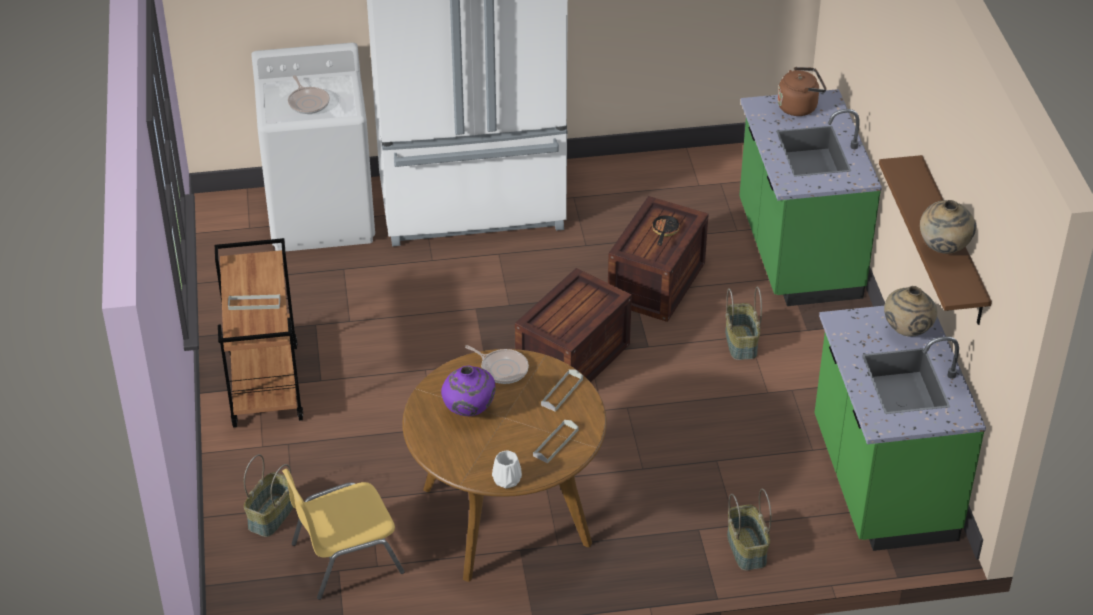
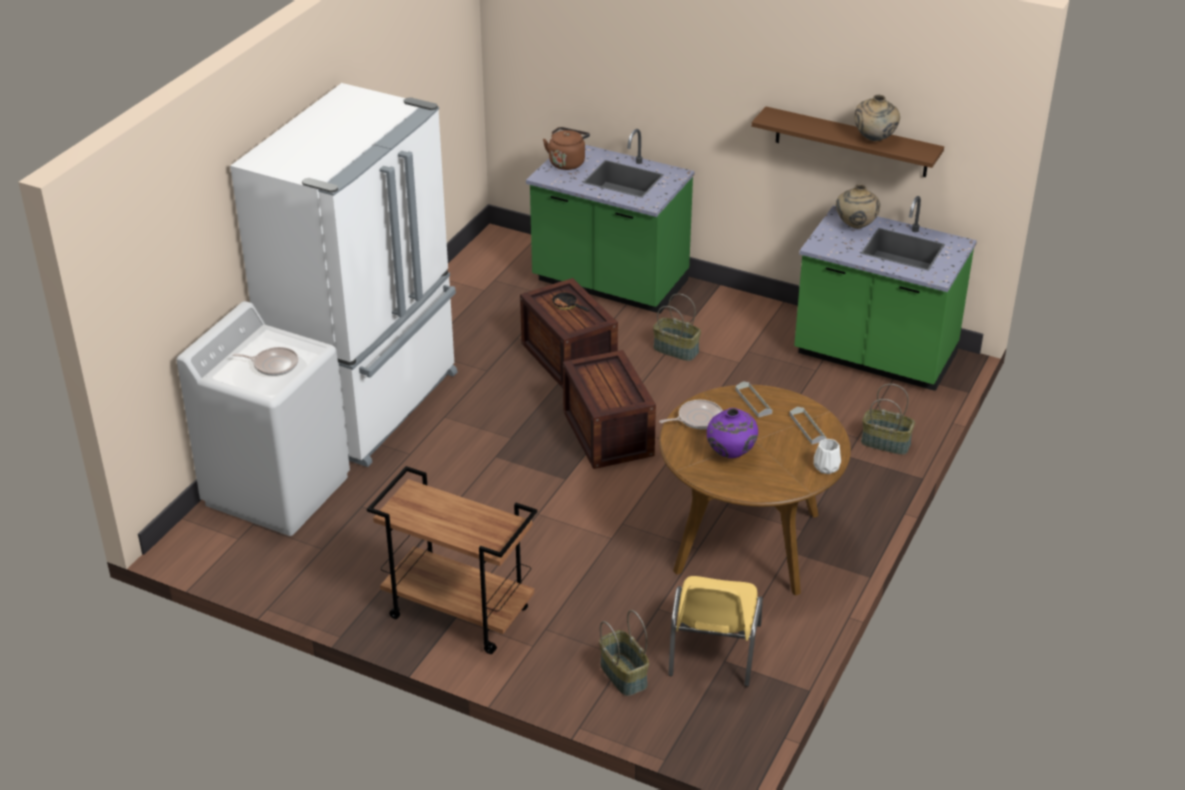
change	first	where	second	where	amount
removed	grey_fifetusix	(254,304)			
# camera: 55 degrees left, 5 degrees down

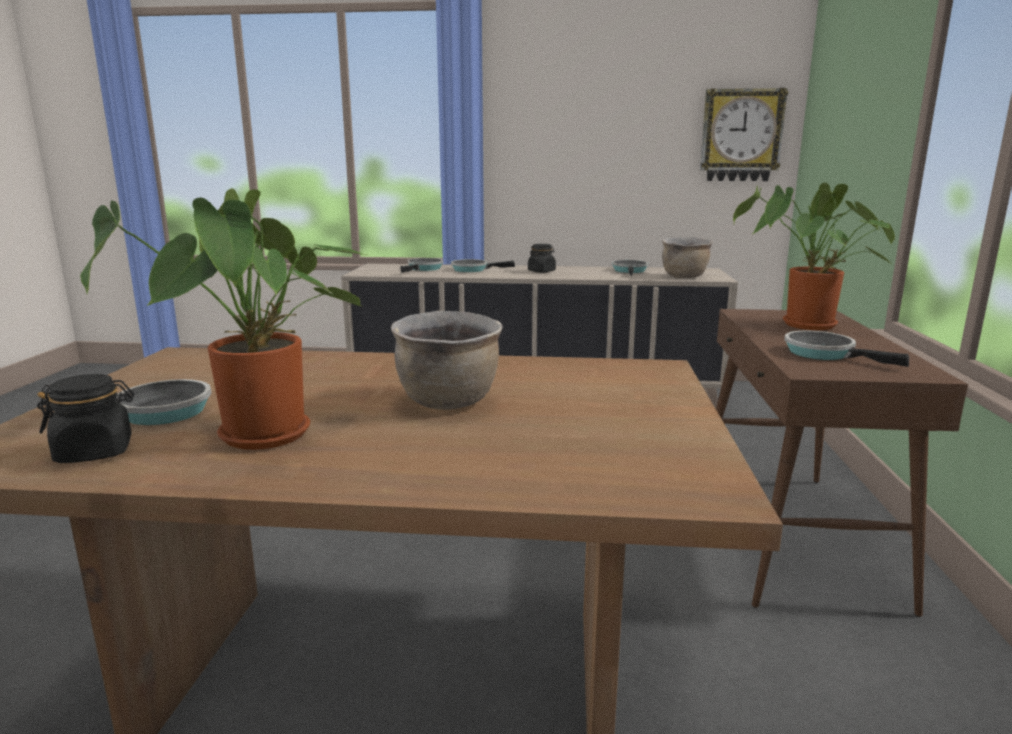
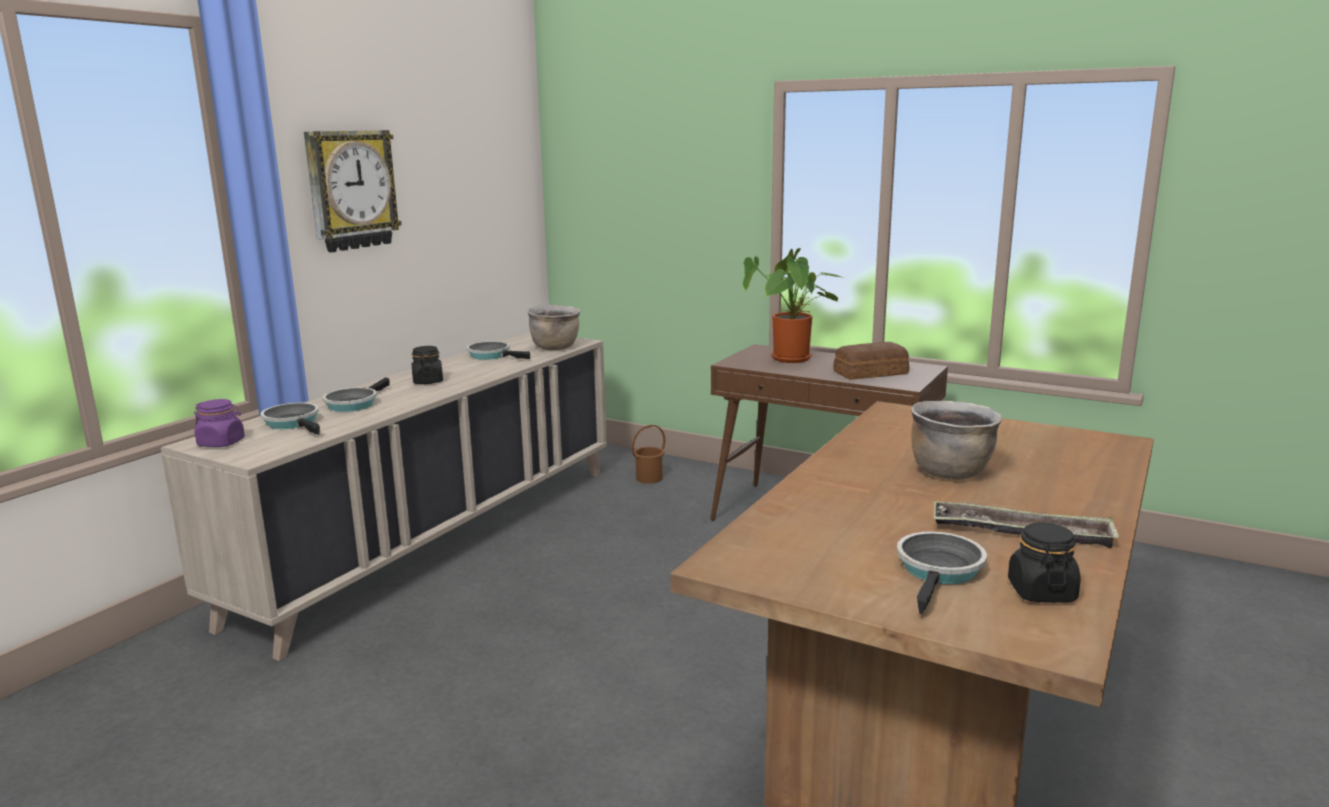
change	first	where	second	where	amount
added			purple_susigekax	(221,443)	
added			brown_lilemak	(649,478)	
moved	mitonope	(741,135)		(351,190)	
replaced	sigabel	(264,439)	fifetusix	(1021,532)	
replaced	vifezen	(824,354)	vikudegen	(869,373)	
# camera: 65 degrees left, 0 degrees up

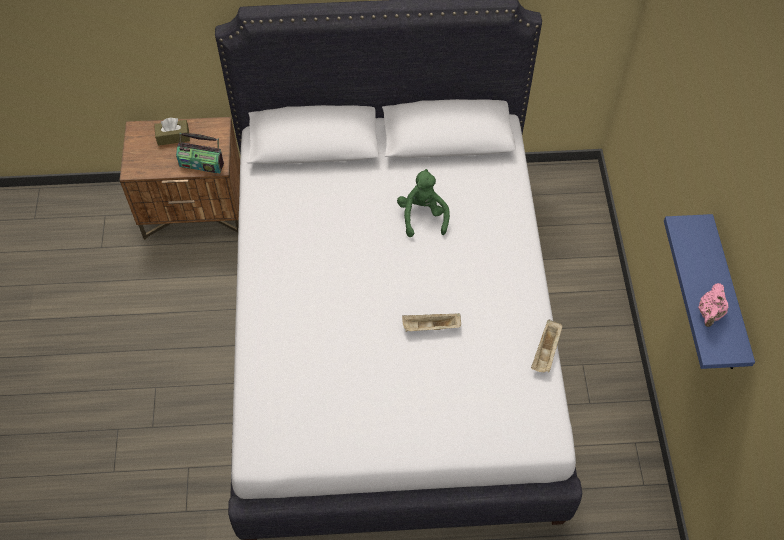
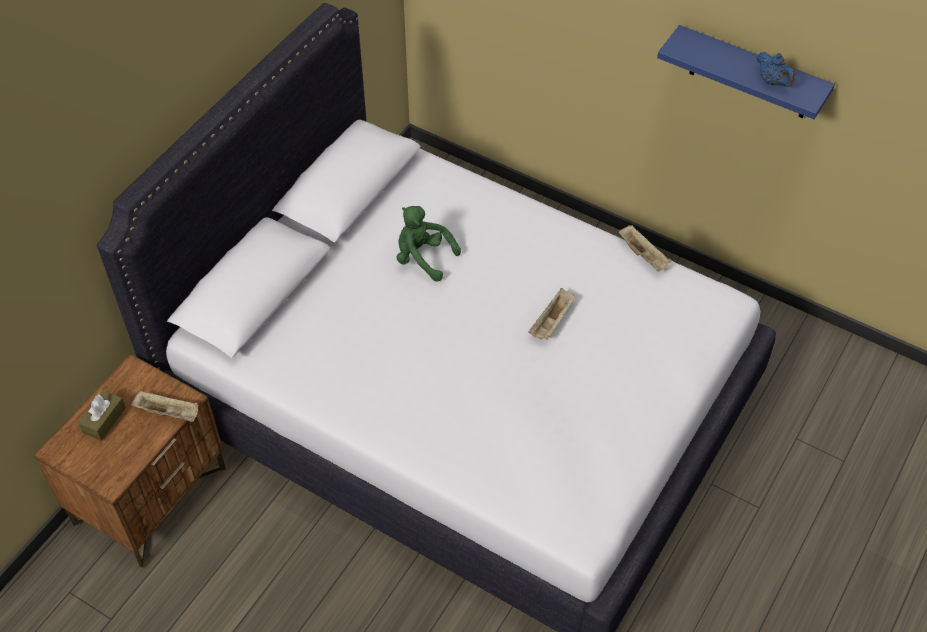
change	first	where	second	where	amount
replaced	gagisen	(202,164)	beige_fifetusix	(169,412)	
recoloured	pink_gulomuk	(709,313)	blue_gulomuk	(772,82)	
# camera: 55 degrees left, 5 degrees down

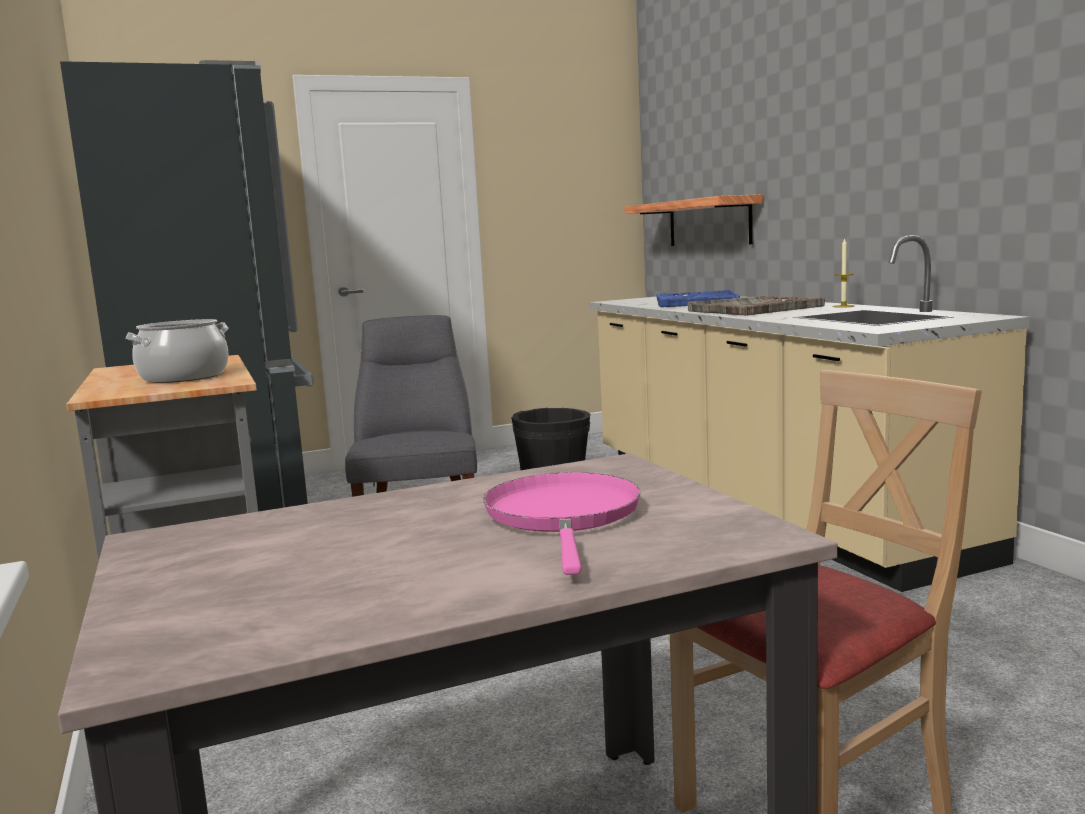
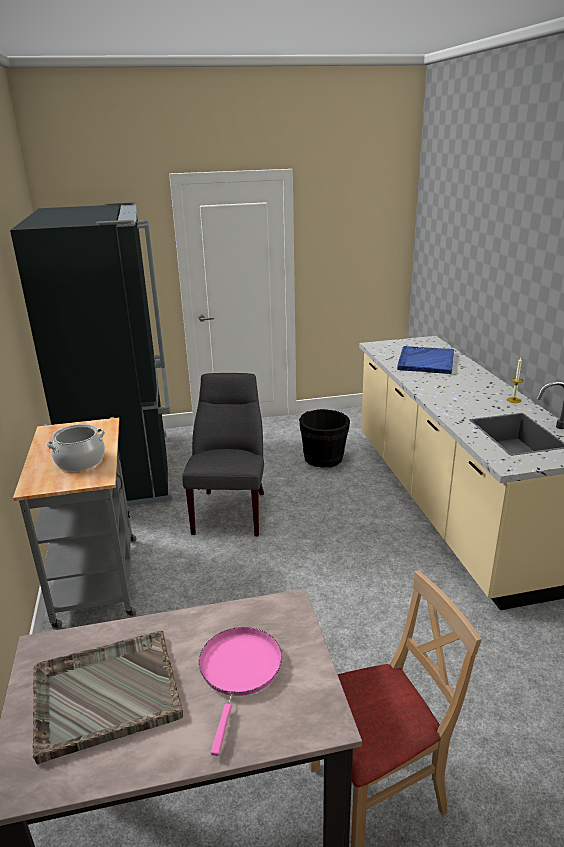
change	first	where	second	where	amount
removed	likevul	(709,222)			
moved	grey_fifetusix	(753,309)		(104,694)	
# camera: 10 degrees right, 15 degrees up

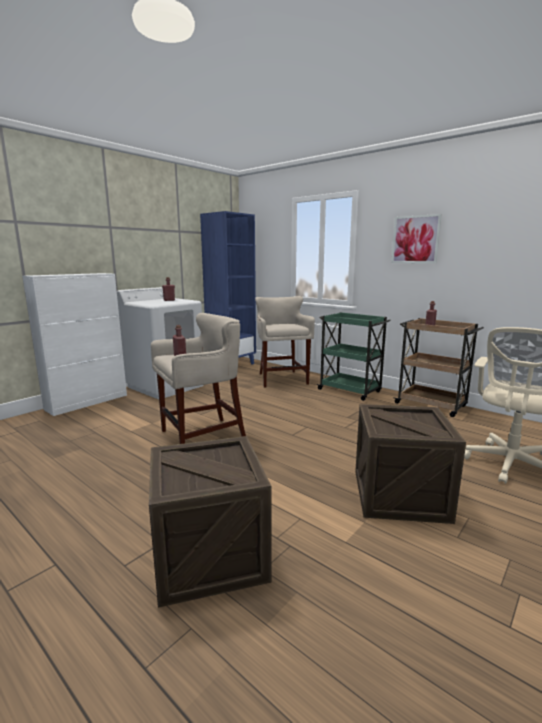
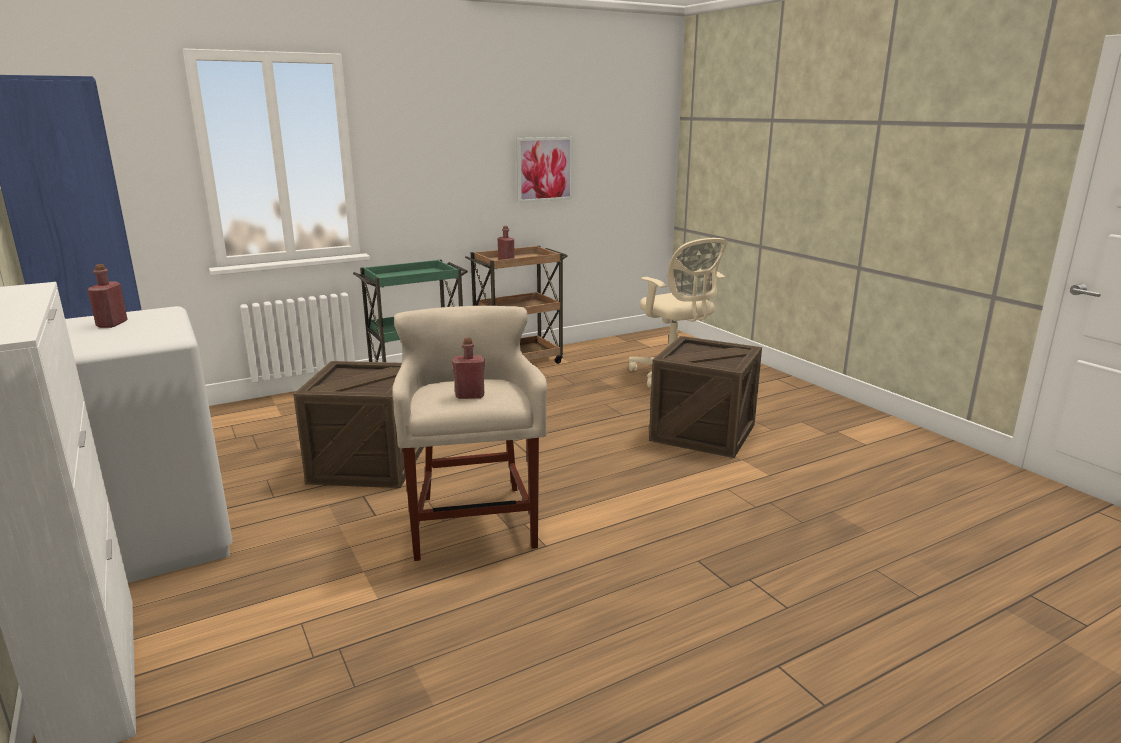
change	first	where	second	where	amount
removed	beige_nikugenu	(281,379)			
moved	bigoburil	(209,554)		(368,463)	
moved	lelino	(415,239)		(544,169)	
# camera: 70 degrees left, 5 degrees up

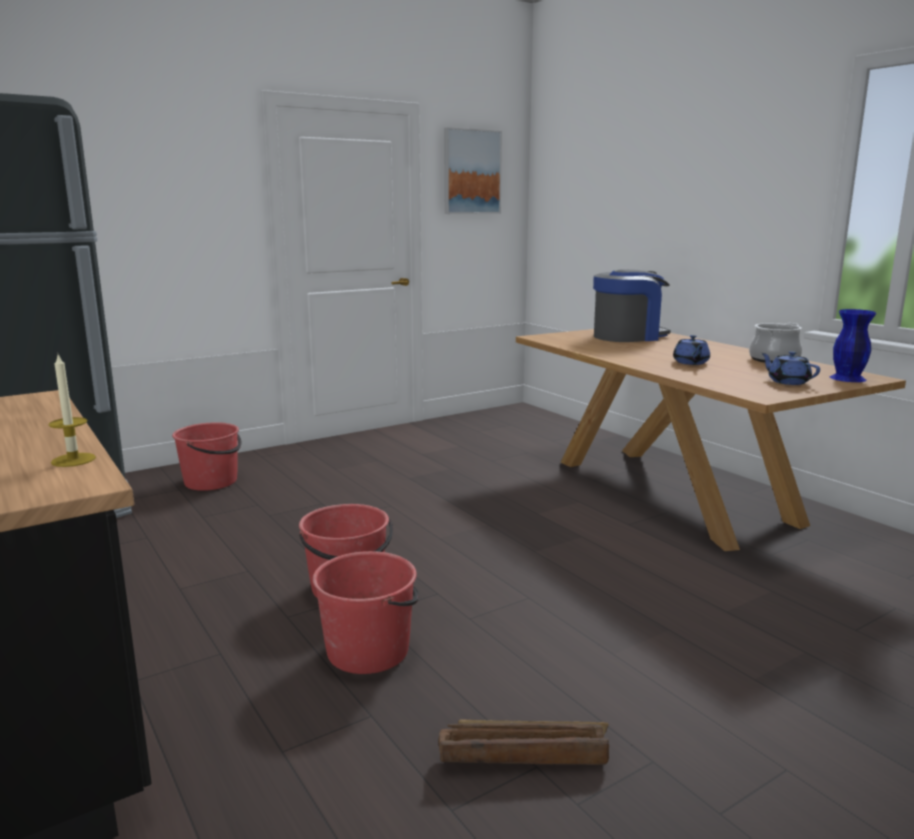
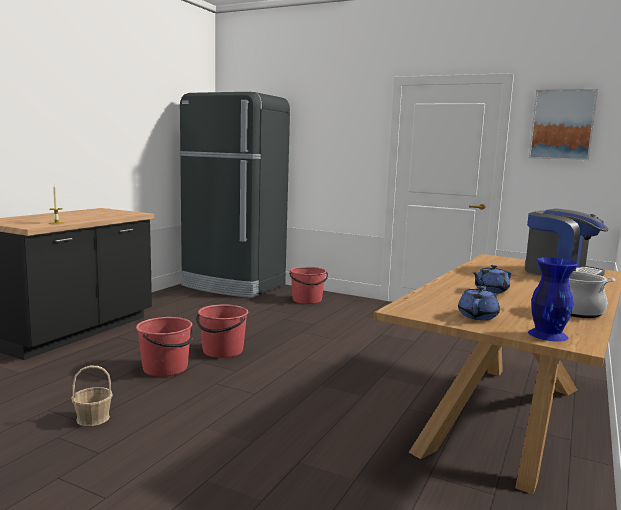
change	first	where	second	where	amount
replaced	bigoburil	(523,755)	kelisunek	(92,418)	
# camera: 60 degrees right, 5 degrees down

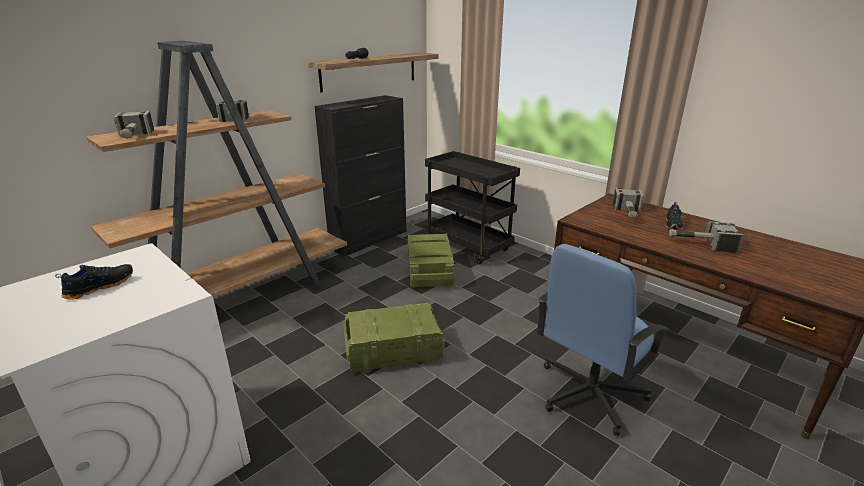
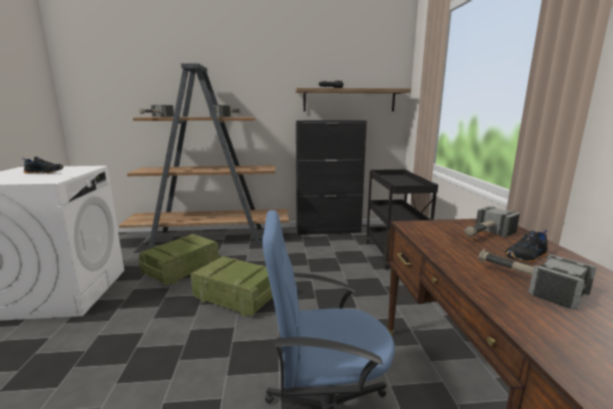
change	first	where	second	where	amount
moved	bigoburil	(429,271)		(183,269)	
# camera: 40 degrees right, 10 degrees down

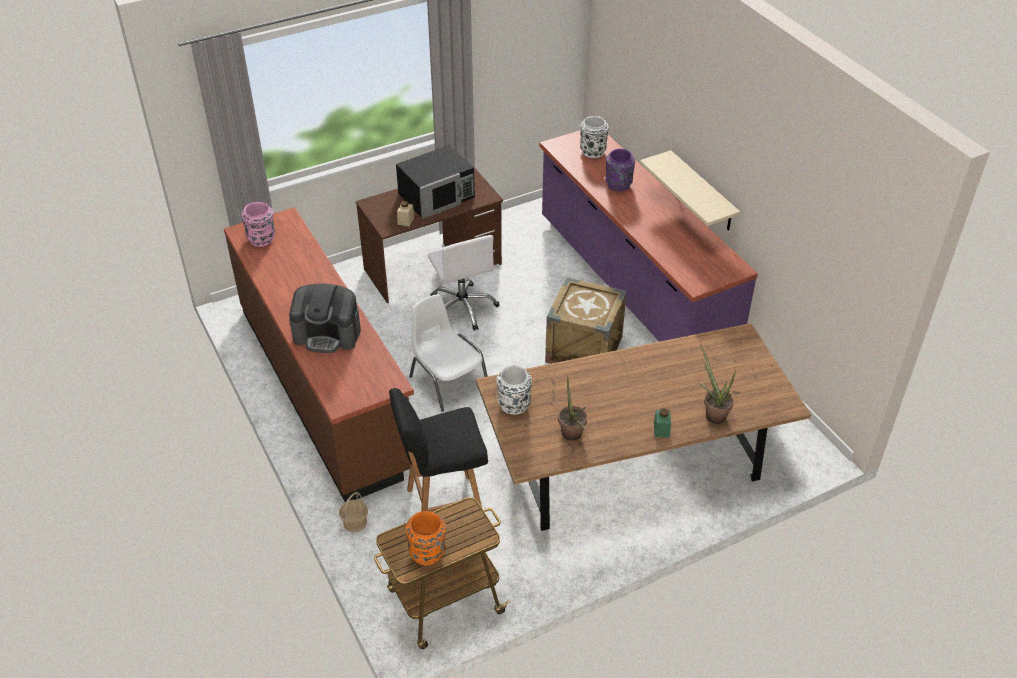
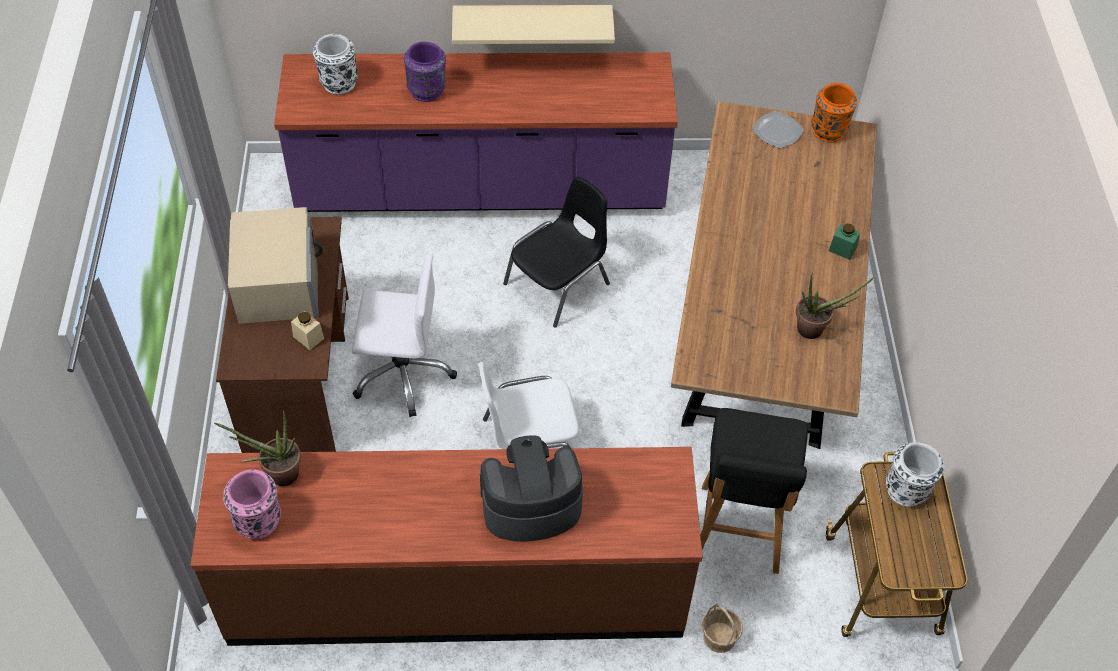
change	first	where	second	where	amount
added			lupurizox	(777,131)	
moved	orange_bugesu	(427,553)		(829,130)	
moved	white_bugesu	(514,405)		(907,490)	
moved	sigabel	(712,413)		(277,475)	
replaced	bigoburil	(584,349)	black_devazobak	(559,284)	
recoloured	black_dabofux	(437,195)	beige_dabofux	(278,282)	
turned	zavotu	(328,334)		(530,505)	135 degrees counterclockwise
# camera: 65 degrees left, 10 degrees up

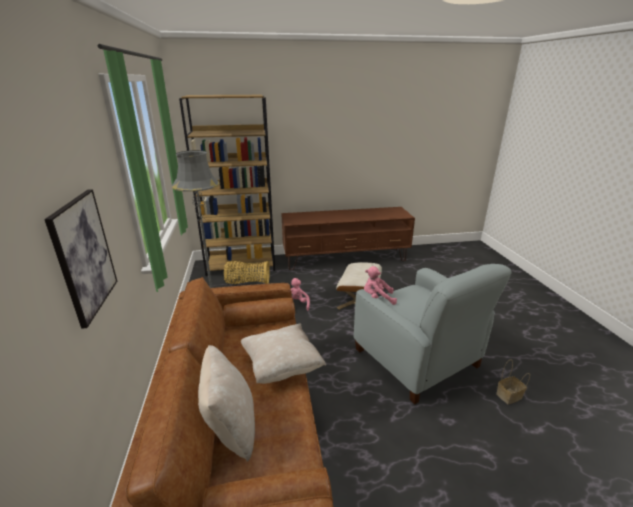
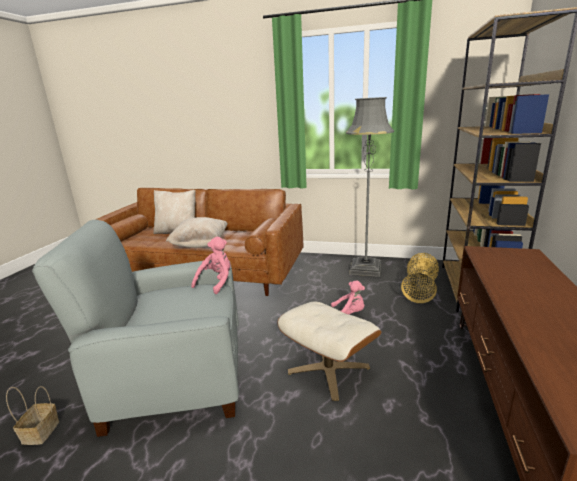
change	first	where	second	where	amount
removed	lelino	(84,256)			
# camera: 115 degrees right, 5 degrees down

